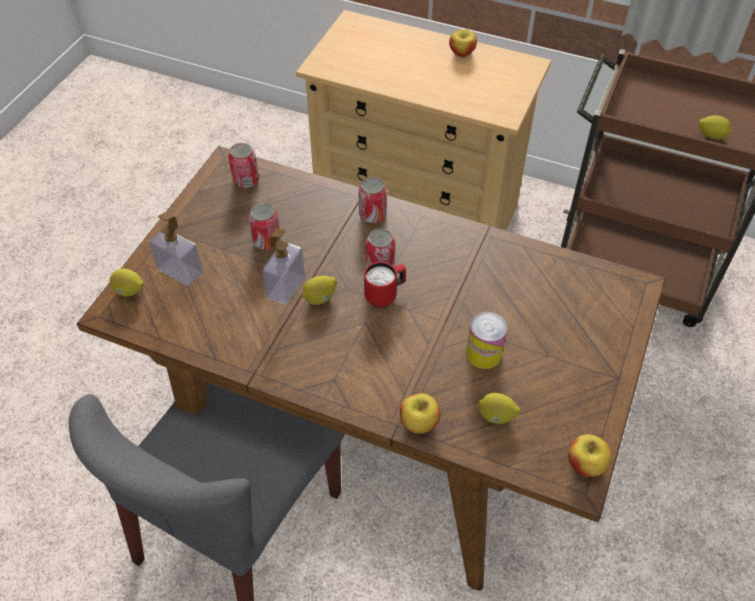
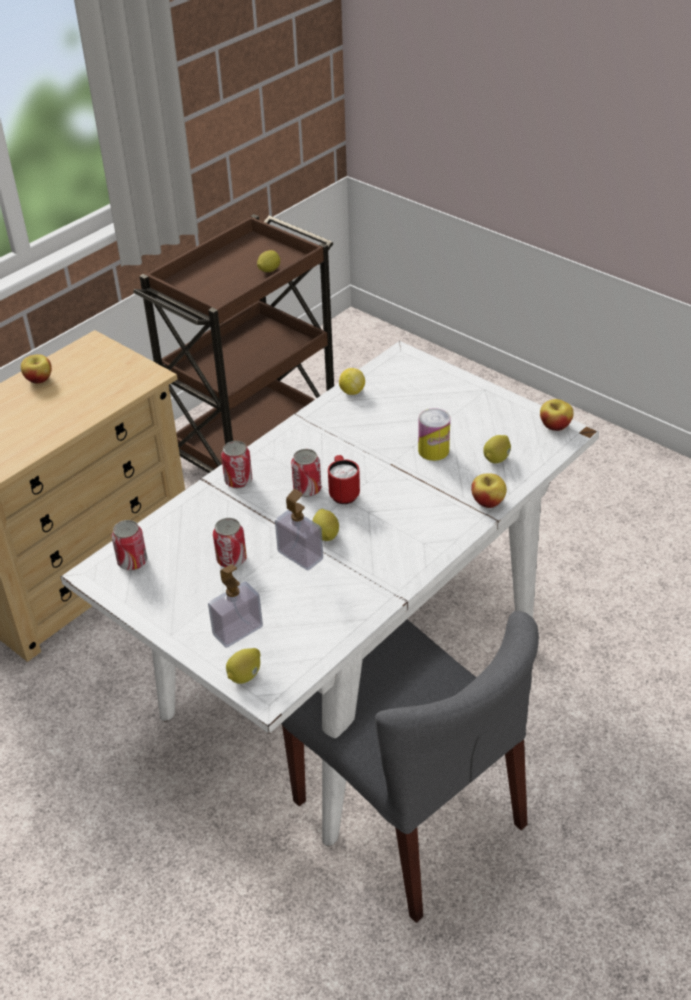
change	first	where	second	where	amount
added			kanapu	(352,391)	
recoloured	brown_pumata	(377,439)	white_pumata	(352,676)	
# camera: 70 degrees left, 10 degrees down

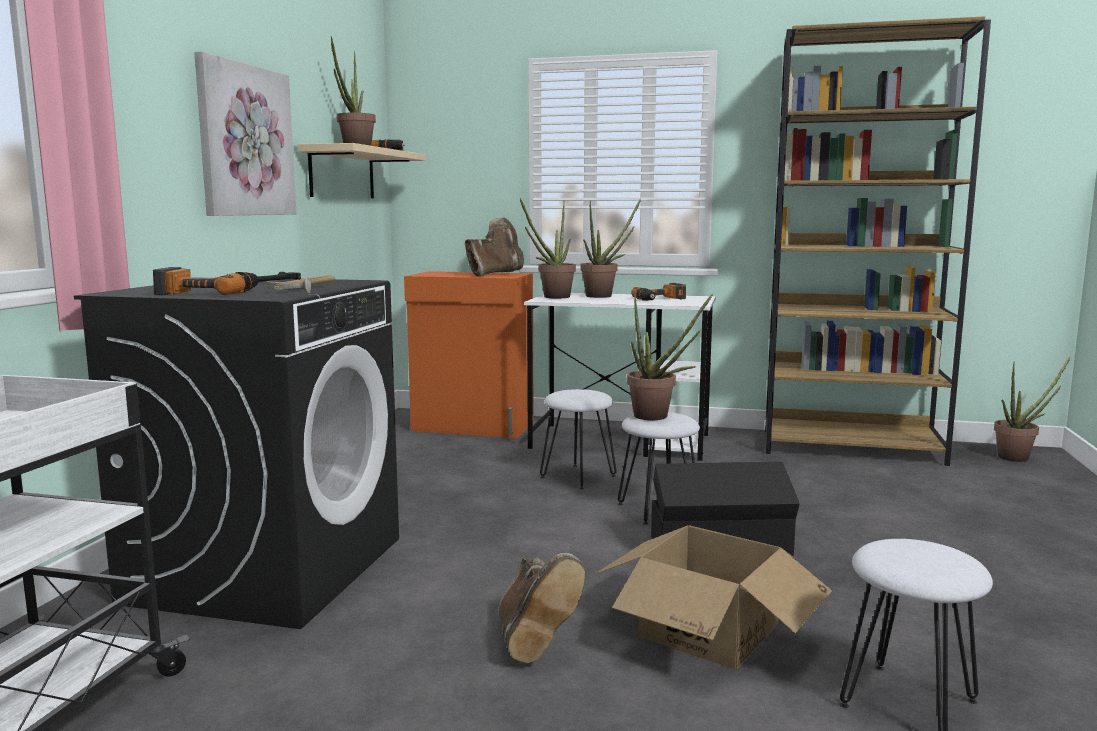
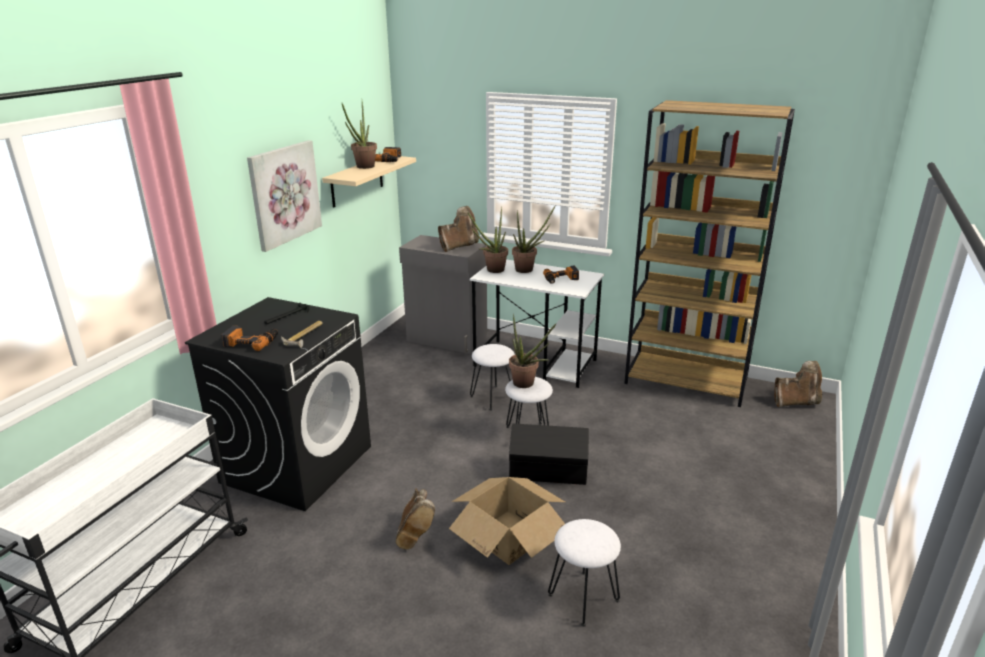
change	first	where	second	where	amount
replaced	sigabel	(1019,457)	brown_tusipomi	(796,402)	
recoloured	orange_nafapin	(473,427)	grey_nafapin	(447,340)	
# camera: 10 degrees right, 15 degrees up

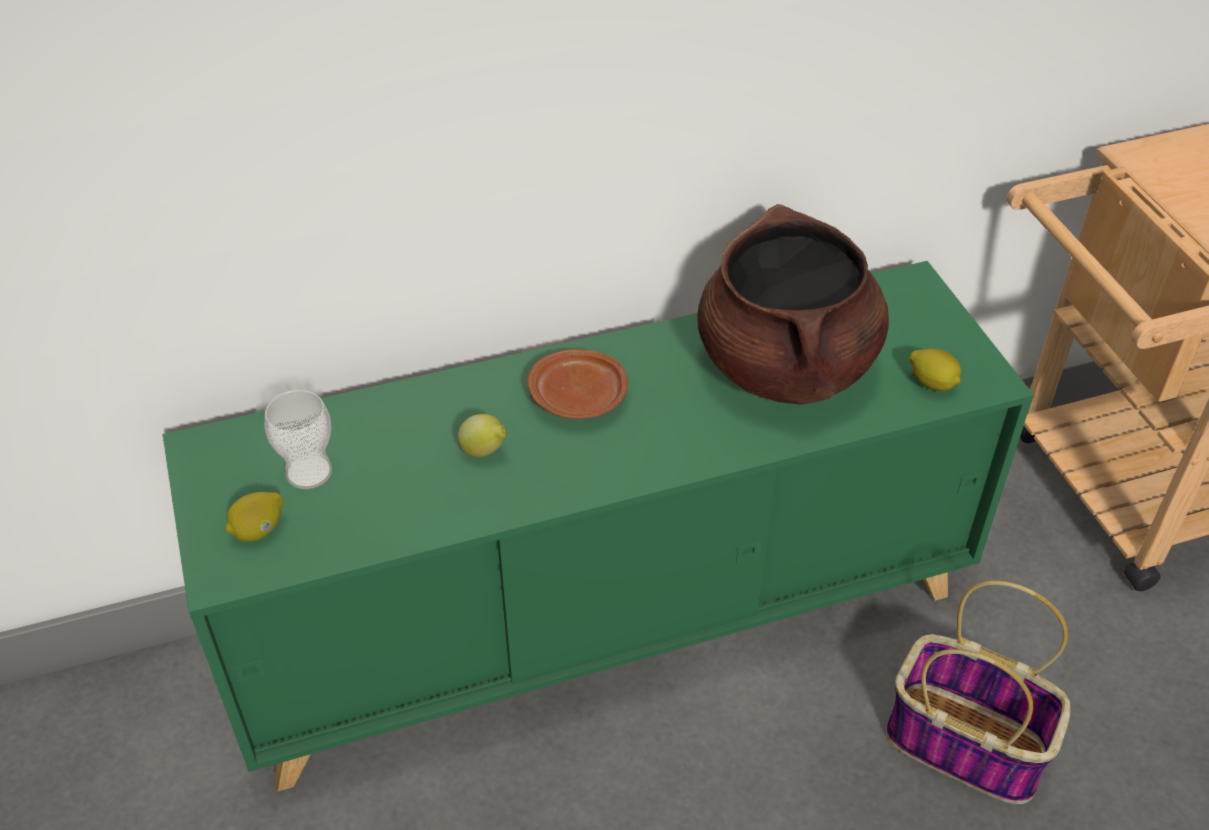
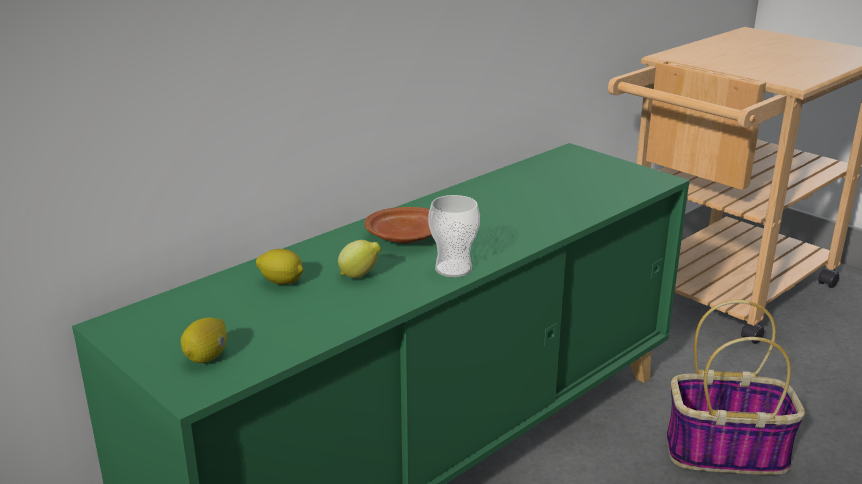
change	first	where	second	where	amount
removed	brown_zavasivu	(786,366)			
moved	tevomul	(309,472)		(453,269)	
moved	kanapu	(932,383)		(282,282)	
# camera: 25 degrees left, 20 degrees down

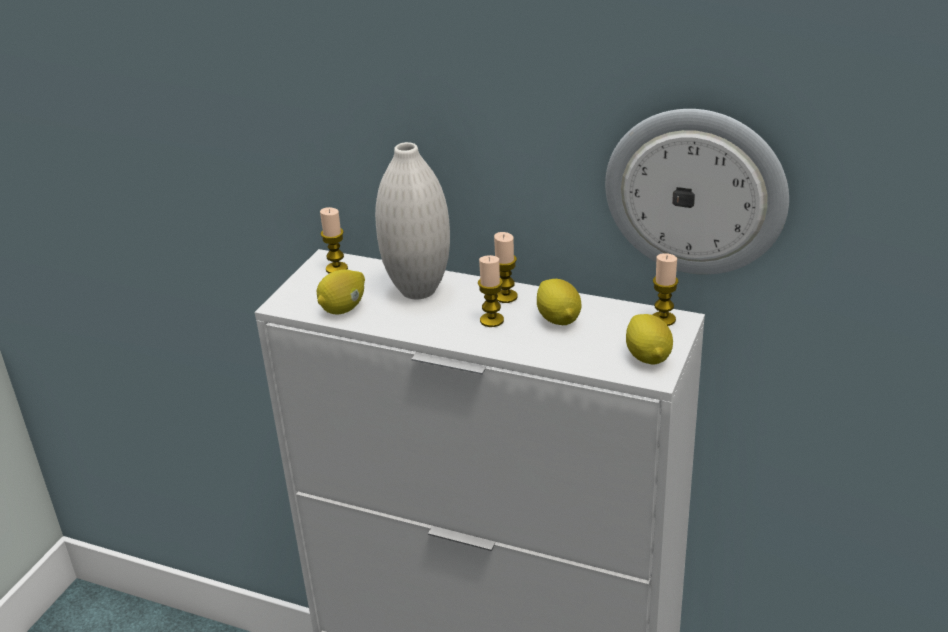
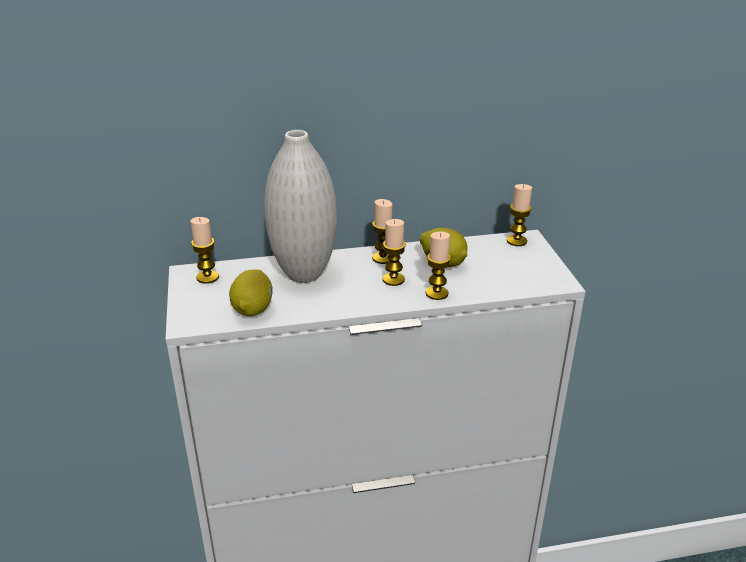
change	first	where	second	where	amount
removed	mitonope	(696,191)			
removed	kanapu	(648,357)			
added			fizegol	(436,293)	
# camera: 35 degrees left, 0 degrees up

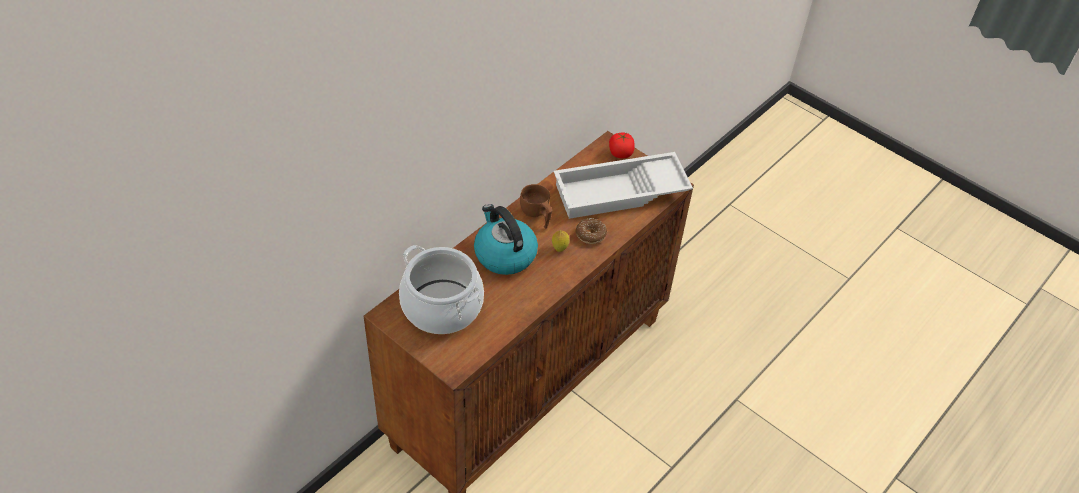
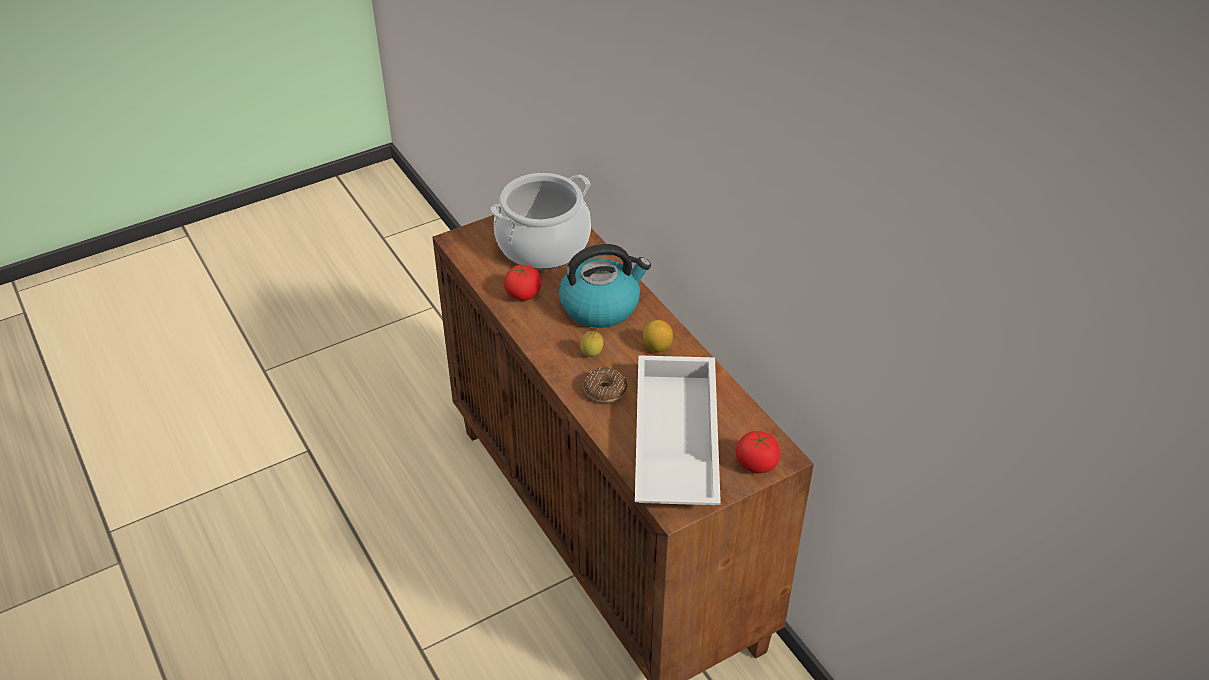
change	first	where	second	where	amount
added			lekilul	(523,294)	
replaced	brown_tevomul	(536,215)	kanapu	(657,347)	
# camera: 110 degrees right, 5 degrees down

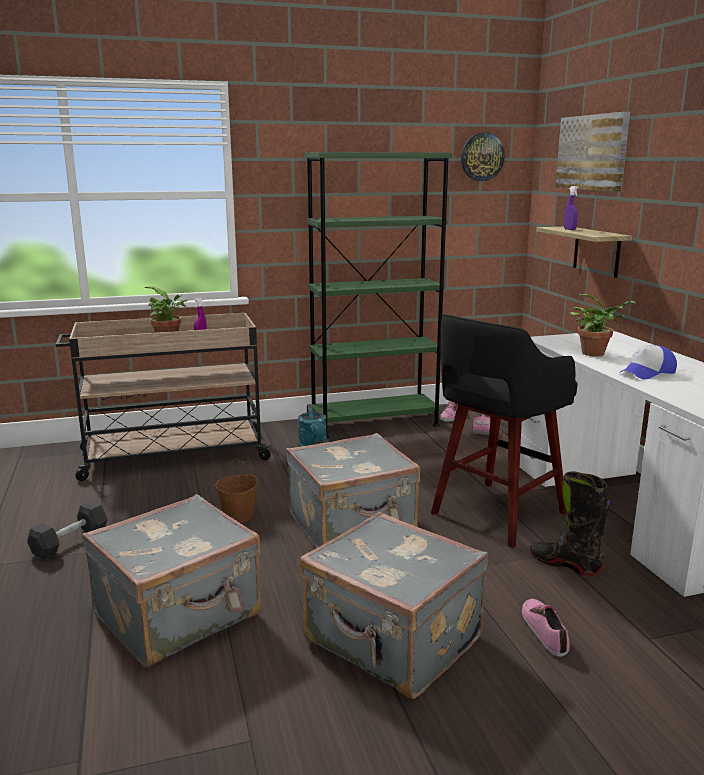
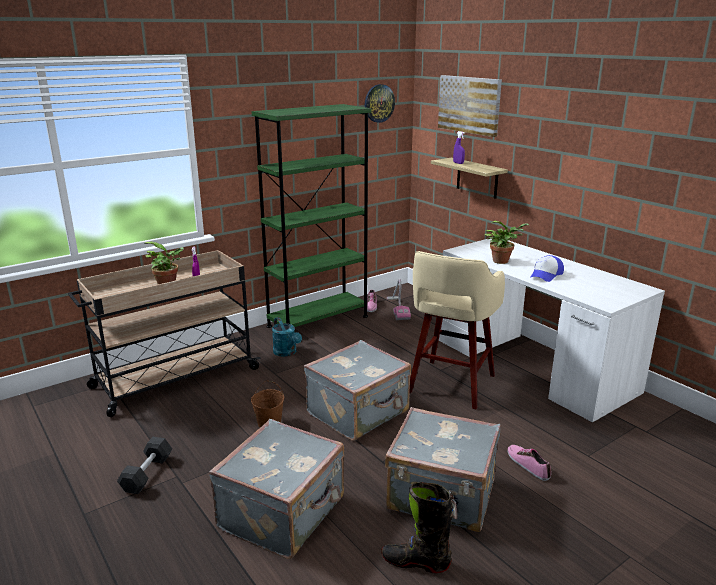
change	first	where	second	where	amount
moved	black_tusipomi	(565,564)		(415,562)	
recoloured	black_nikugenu	(495,514)	beige_nikugenu	(450,385)	
# camera: 20 degrees left, 5 degrees up

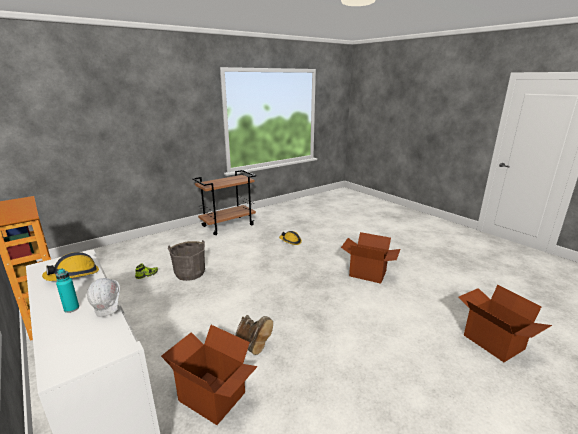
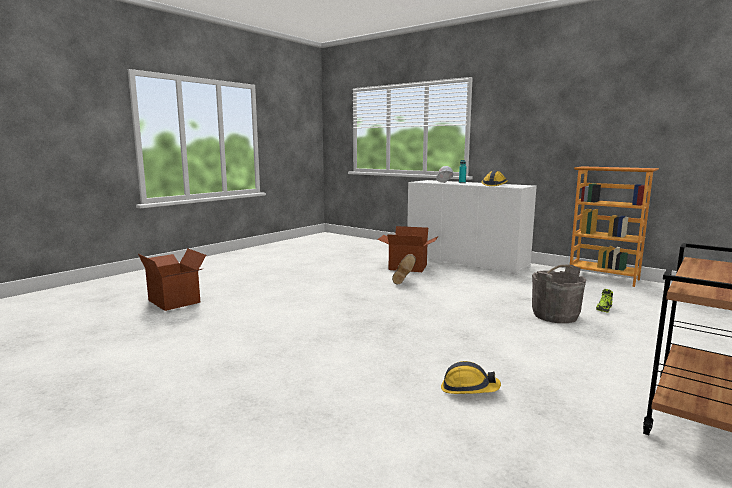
change	first	where	second	where	amount
removed	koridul	(368,273)			
turned	brown_tusipomi	(253,344)		(402,282)	120 degrees counterclockwise
# camera: 165 degrees right, 10 degrees down

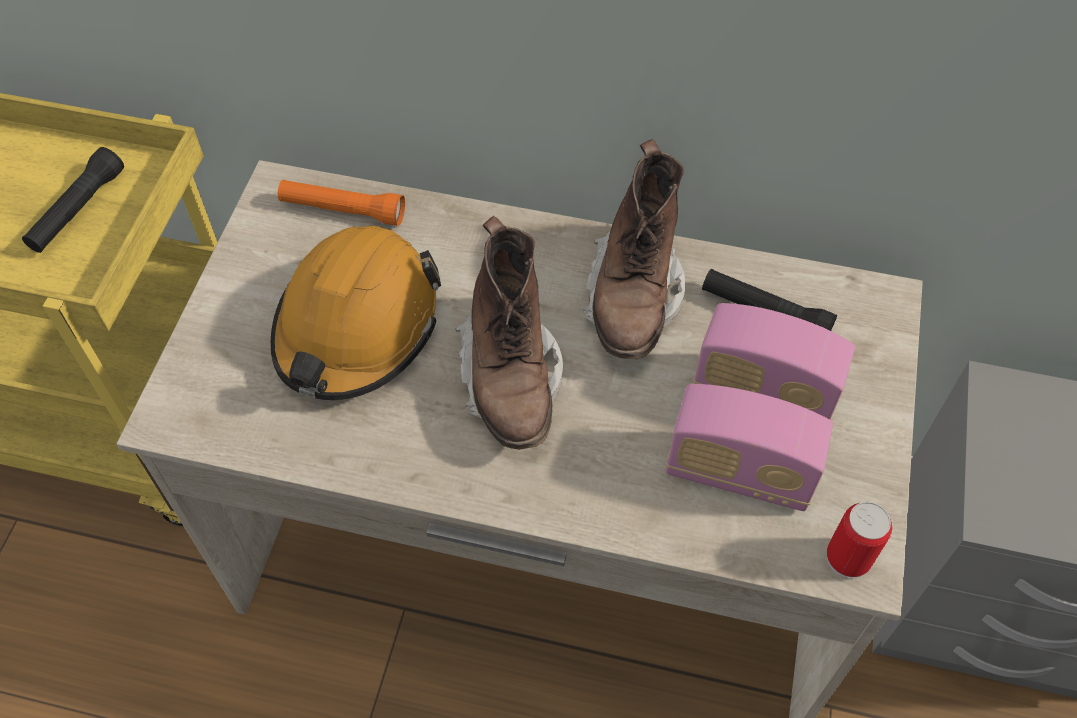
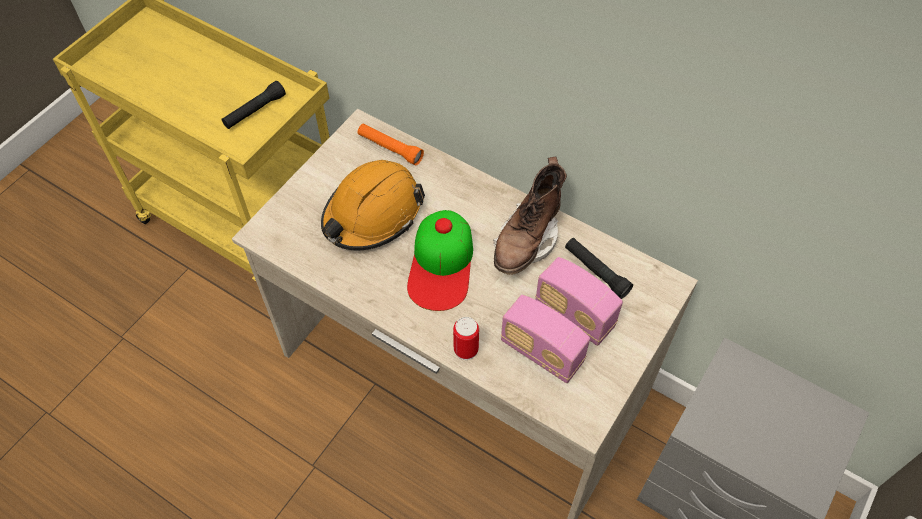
change	first	where	second	where	amount
moved	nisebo	(848,558)		(466,349)	
replaced	brown_tusipomi	(510,377)	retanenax	(441,264)	
# camera: 20 degrees right, 0 degrees up

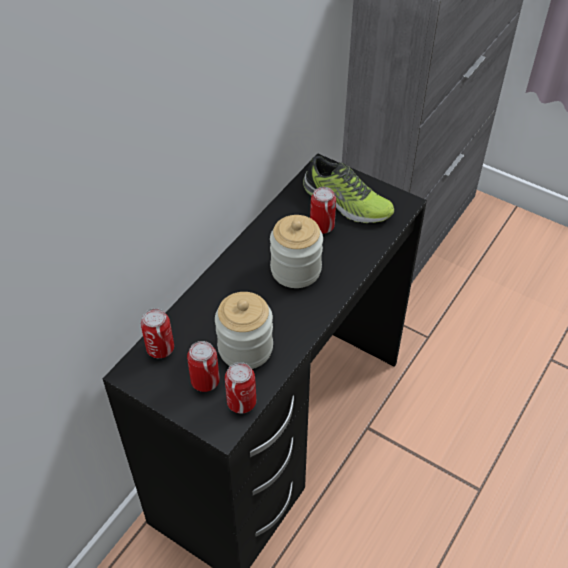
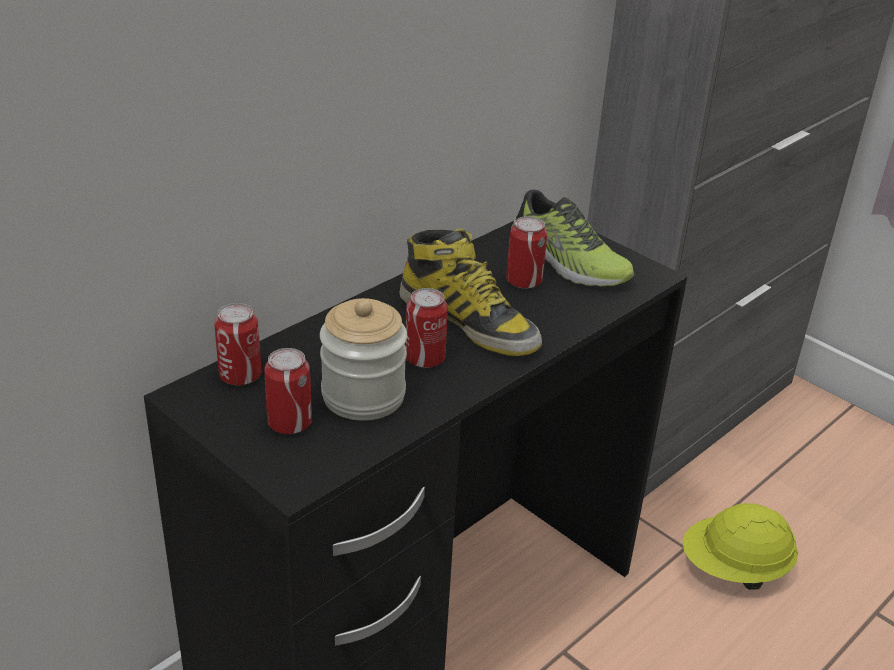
change	first	where	second	where	amount
added			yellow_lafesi	(734,569)	
moved	nisebo	(241,402)		(425,359)	
replaced	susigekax	(296,270)	tusipomi	(469,321)	
# camera: 10 degrees right, 15 degrees down

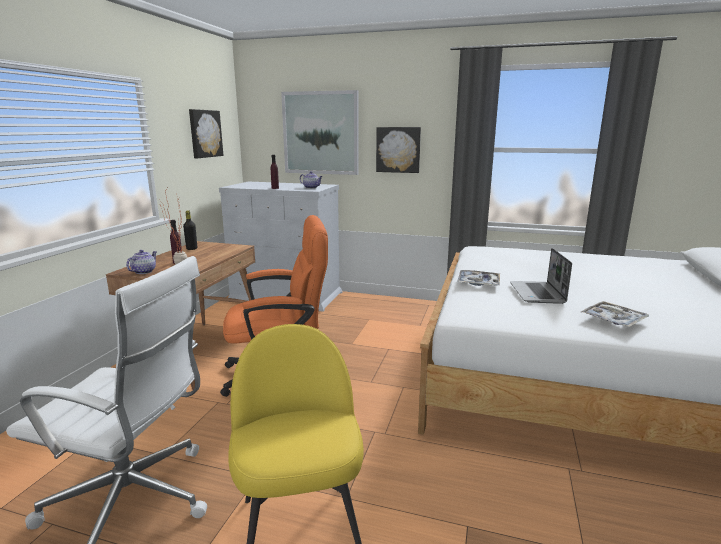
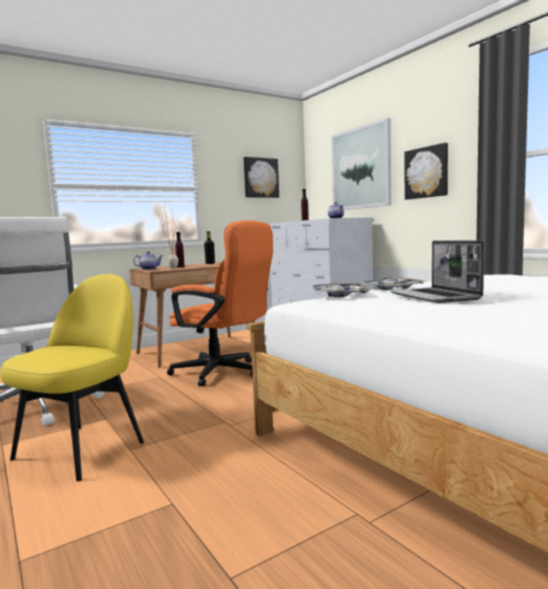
change	first	where	second	where	amount
moved	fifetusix	(613,320)		(340,295)	
turned	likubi	(537,294)		(435,297)	60 degrees counterclockwise
# camera: 40 degrees right, 10 degrees down

